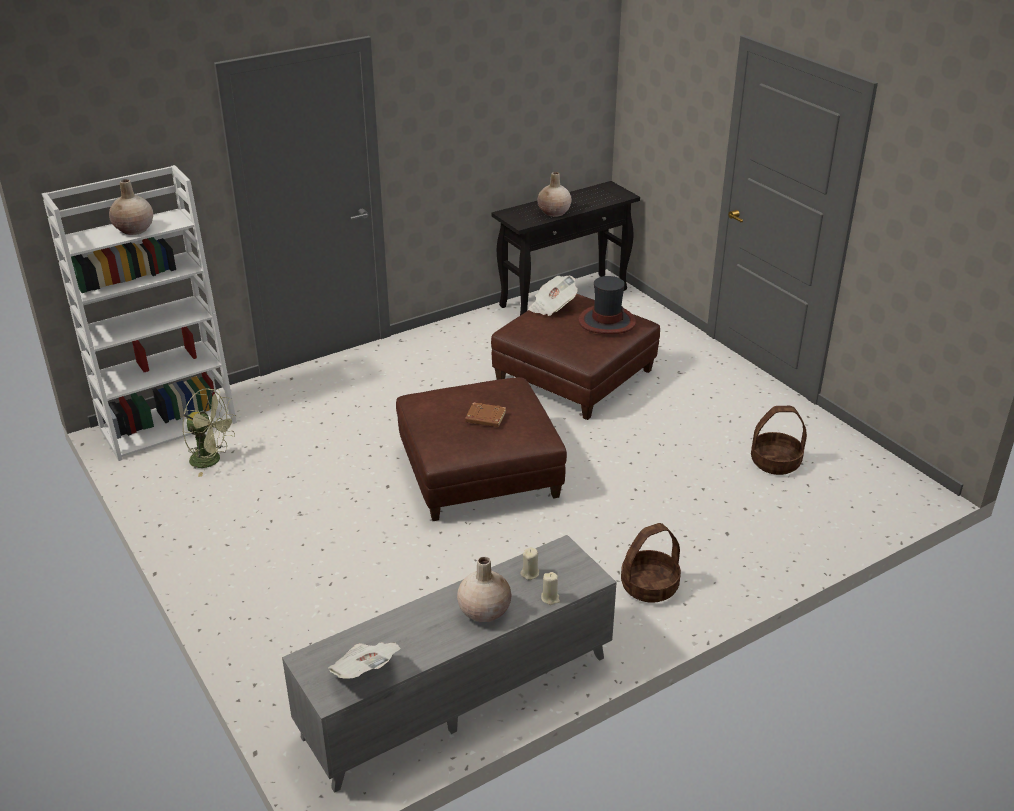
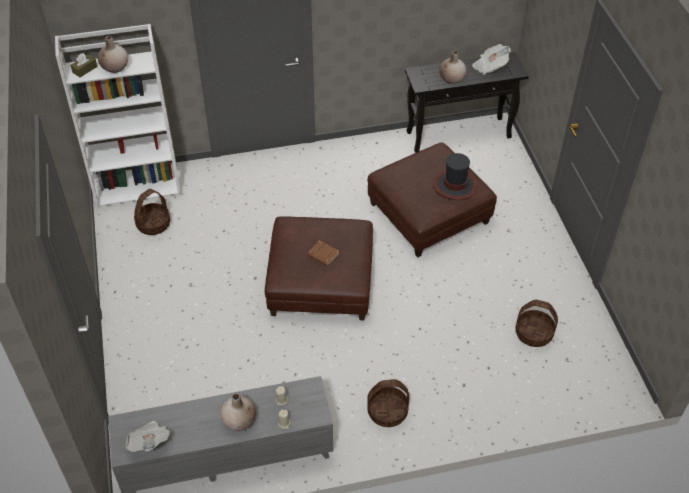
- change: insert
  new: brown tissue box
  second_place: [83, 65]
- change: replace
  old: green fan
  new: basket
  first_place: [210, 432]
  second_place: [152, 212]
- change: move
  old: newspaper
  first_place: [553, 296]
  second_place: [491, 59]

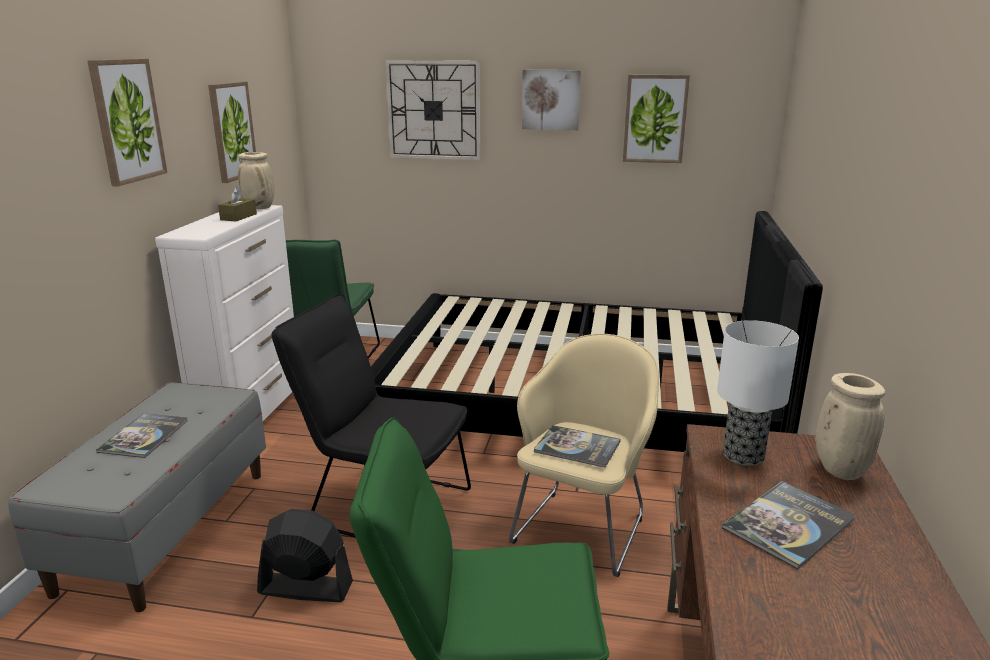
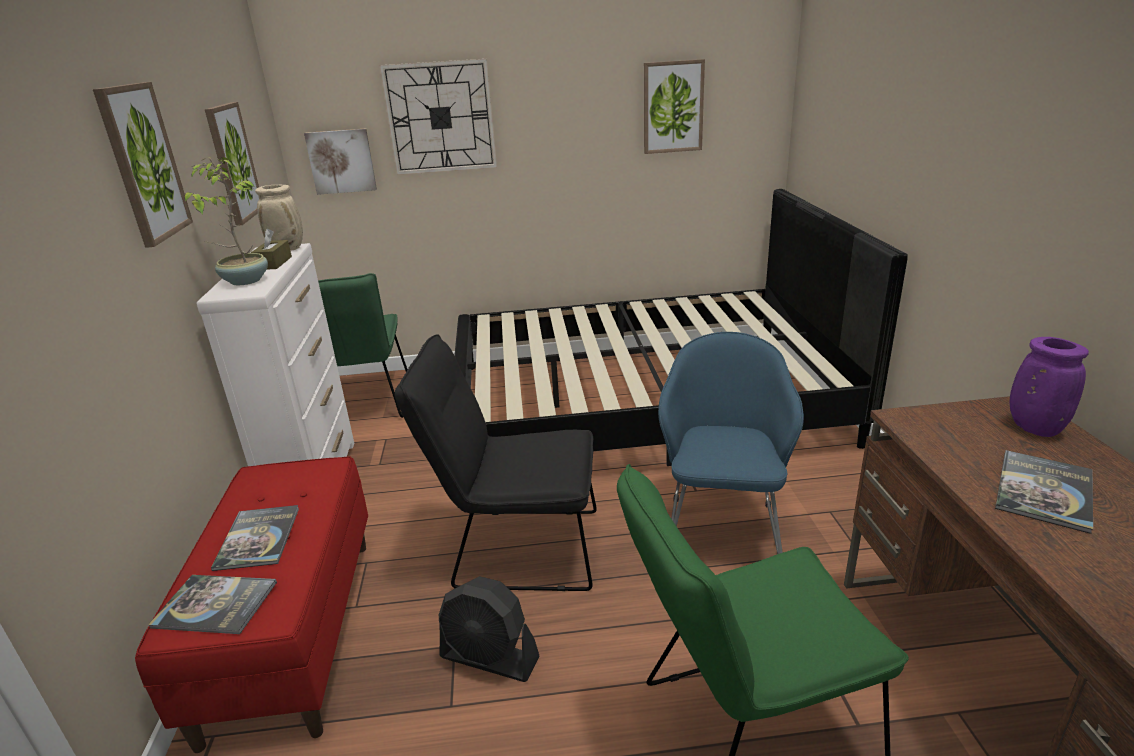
- change: recolor
  old: grey bench
  new: red bench
  first_place: [137, 497]
  second_place: [251, 604]
- change: move
  old: book
  first_place: [577, 446]
  second_place: [212, 604]
- change: insert
  new: potted plant
  second_place: [226, 221]
- change: move
  old: picture
  first_place: [551, 100]
  second_place: [340, 162]
- change: rotate
  old: black fan
  first_place: [305, 555]
  second_place: [489, 629]
  degrees: -150
- change: recolor
  old: beige armchair
  new: blue armchair
  first_place: [584, 455]
  second_place: [731, 443]
- change: recolor
  old: beige vase
  new: purple vase
  first_place: [850, 426]
  second_place: [1049, 387]
- change: delete
  old: table lamp
  first_place: [758, 393]

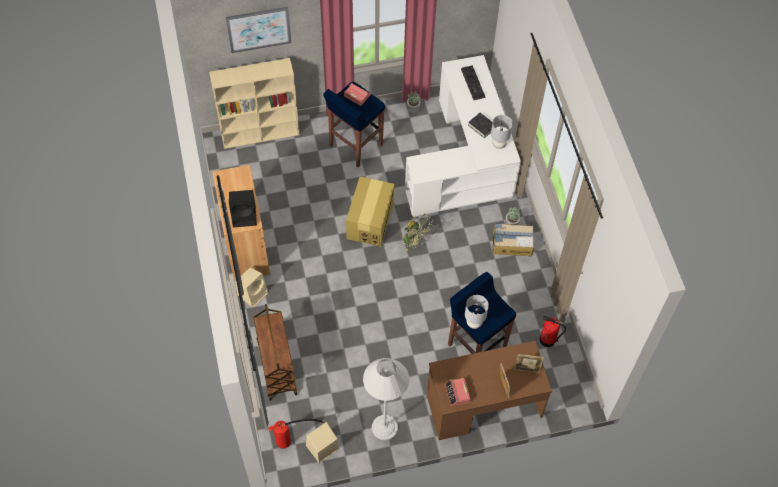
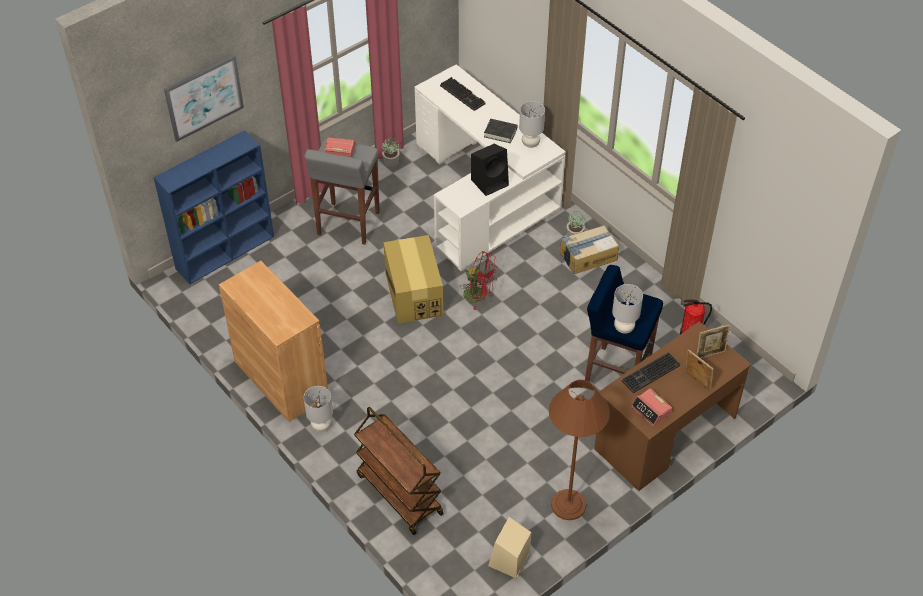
- change: recolor
  old: beige bookcase
  new: blue bookcase
  first_place: [254, 103]
  second_place: [213, 207]
- change: replace
  old: beige speaker
  new: grey table lamp
  first_place: [251, 287]
  second_place: [318, 409]
- change: recolor
  old: blue stool
  new: grey stool
  first_place: [354, 124]
  second_place: [342, 192]
- change: recolor
  old: green fan
  new: red fan
  first_place: [418, 232]
  second_place: [478, 280]
- change: move
  old: black speaker
  first_place: [243, 208]
  second_place: [490, 170]
- change: recolor
  old: white floor lamp
  new: brown floor lamp
  first_place: [386, 399]
  second_place: [579, 450]
- change: insert
  new: keyboard
  second_place: [651, 372]
- change: delete
  old: fire extinguisher
  first_place: [296, 434]

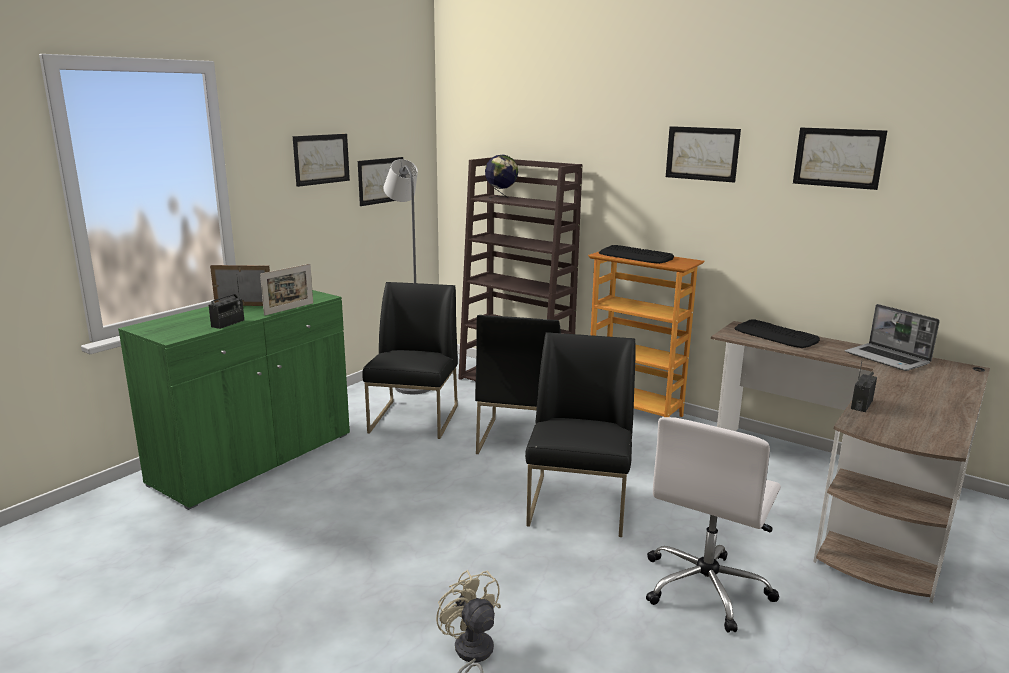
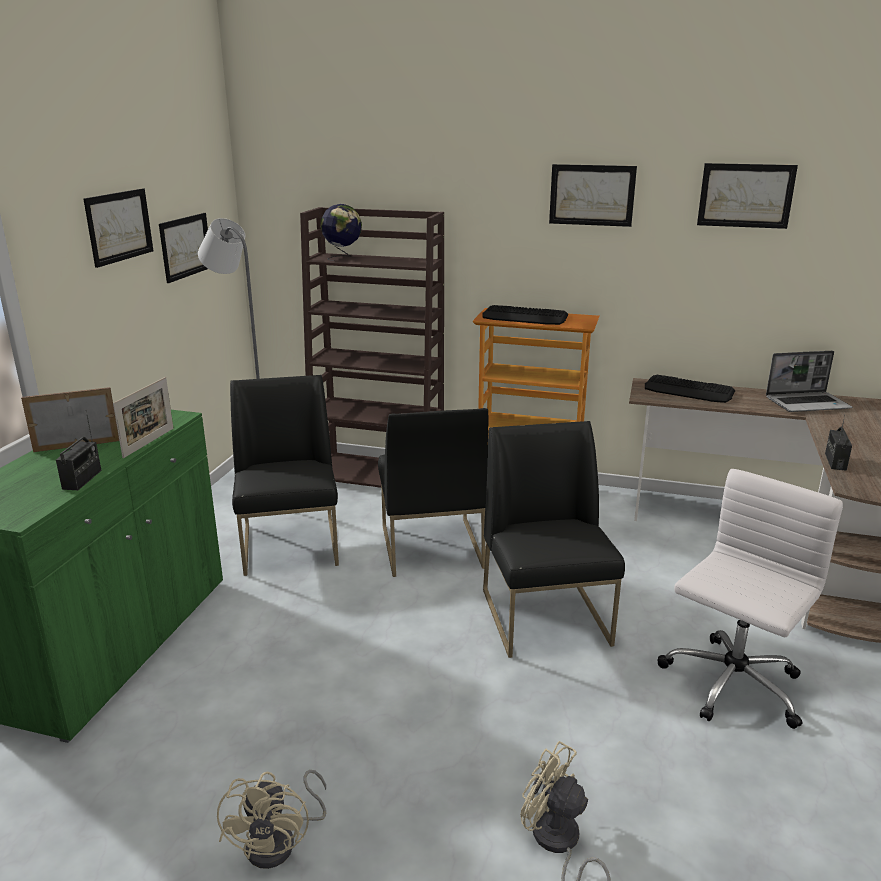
- change: insert
  new: beige fan
  second_place: [271, 819]
- change: rotate
  old: white office chair
  first_place: [713, 525]
  second_place: [750, 599]
  degrees: -150
- change: rotate
  old: laptop
  first_place: [892, 337]
  second_place: [809, 381]
  degrees: -45

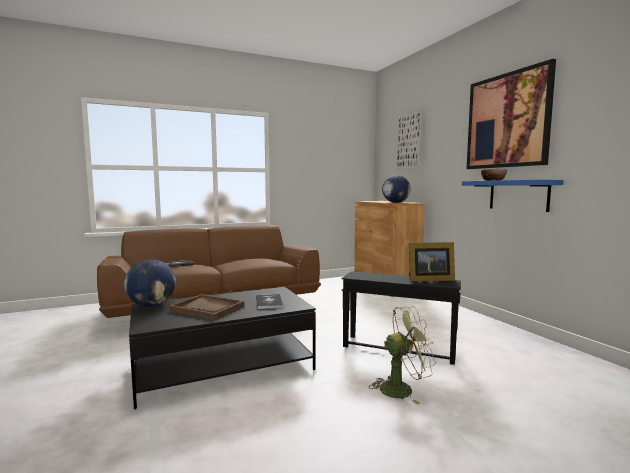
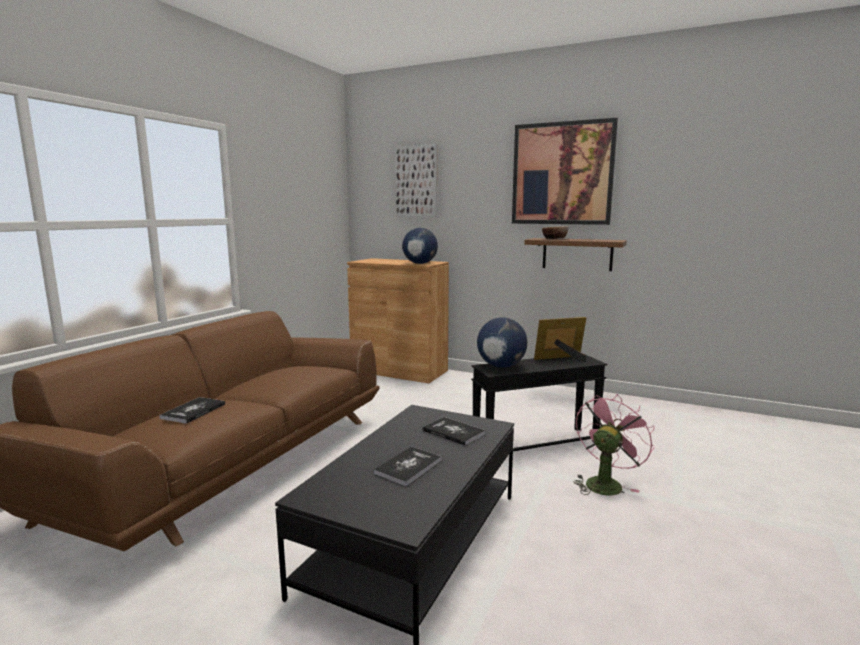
- change: replace
  old: brown tray
  new: book
  first_place: [206, 307]
  second_place: [407, 466]
- change: move
  old: globe
  first_place: [150, 283]
  second_place: [502, 342]
- change: recolor
  old: blue shelf
  new: brown shelf
  first_place: [513, 196]
  second_place: [575, 254]
- change: rotate
  old: picture frame
  first_place: [432, 262]
  second_place: [560, 339]
  degrees: -150
- change: recolor
  old: green fan
  new: pink fan
  first_place: [402, 355]
  second_place: [614, 445]

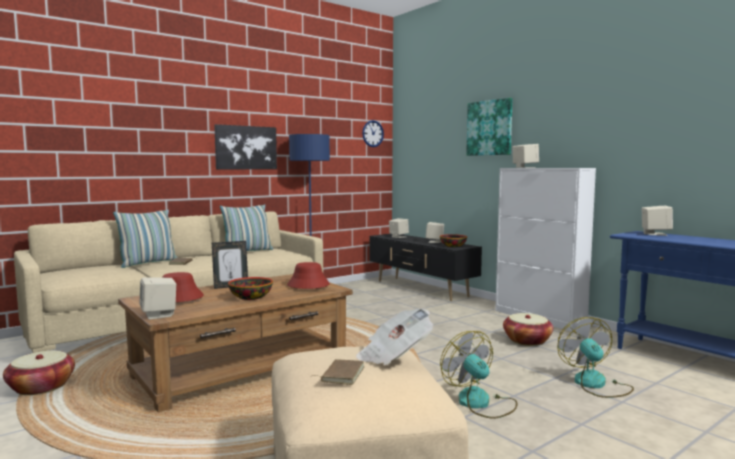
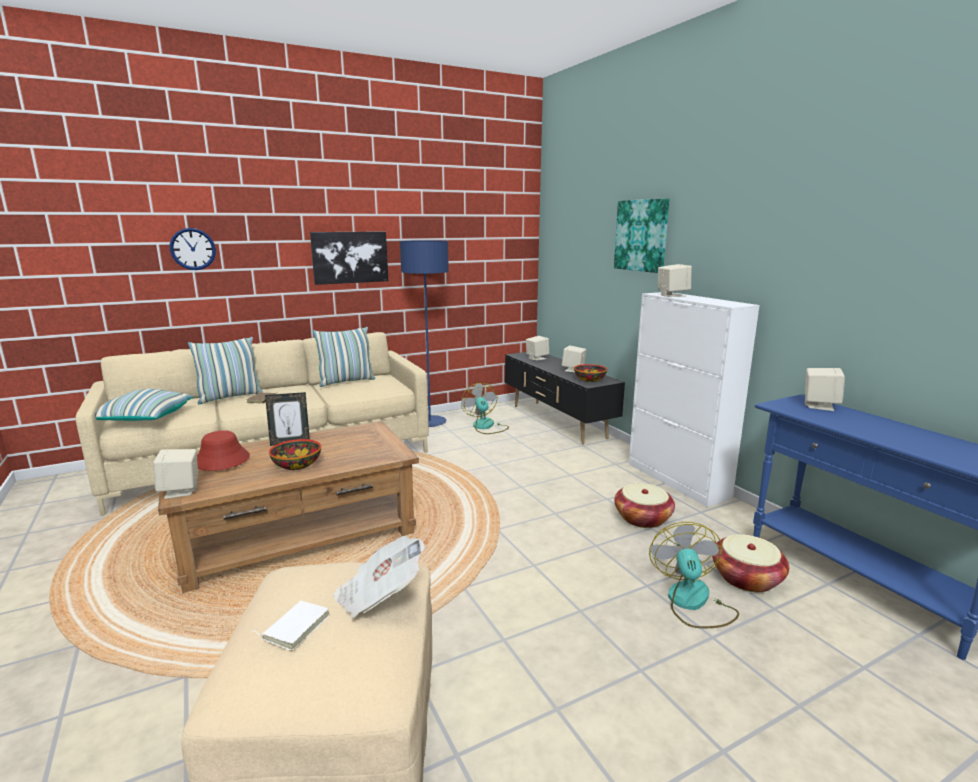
- change: insert
  new: pillow
  second_place: [144, 405]
- change: move
  old: wall clock
  first_place: [373, 133]
  second_place: [193, 249]
- change: recolor
  old: brown book
  new: white book
  first_place: [338, 372]
  second_place: [291, 626]
- change: move
  old: fan
  first_place: [479, 375]
  second_place: [485, 408]
- change: move
  old: basket
  first_place: [39, 373]
  second_place: [750, 563]
- change: delete
  old: red hat
  first_place: [308, 275]

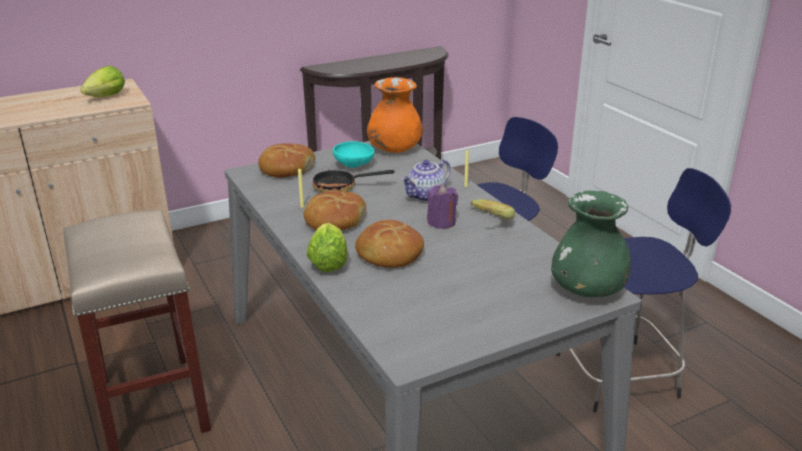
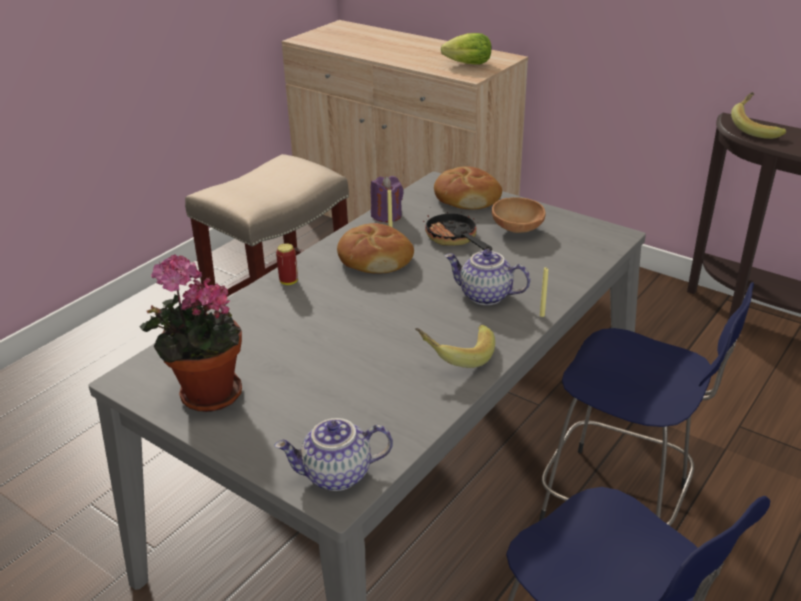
- change: insert
  new: potted plant
  second_place: [191, 333]
- change: replace
  old: green vase
  new: teapot
  first_place: [591, 244]
  second_place: [333, 454]
- change: replace
  old: lettuce
  new: can
  first_place: [327, 247]
  second_place: [287, 264]
- change: move
  old: purple candle
  first_place: [442, 207]
  second_place: [387, 199]
- change: recolor
  old: turquoise bowl
  new: brown bowl
  first_place: [354, 154]
  second_place: [519, 215]
- change: insert
  new: banana
  second_place: [758, 115]
- change: delete
  old: bread
  first_place: [389, 244]
- change: delete
  old: orange vase
  first_place: [395, 115]

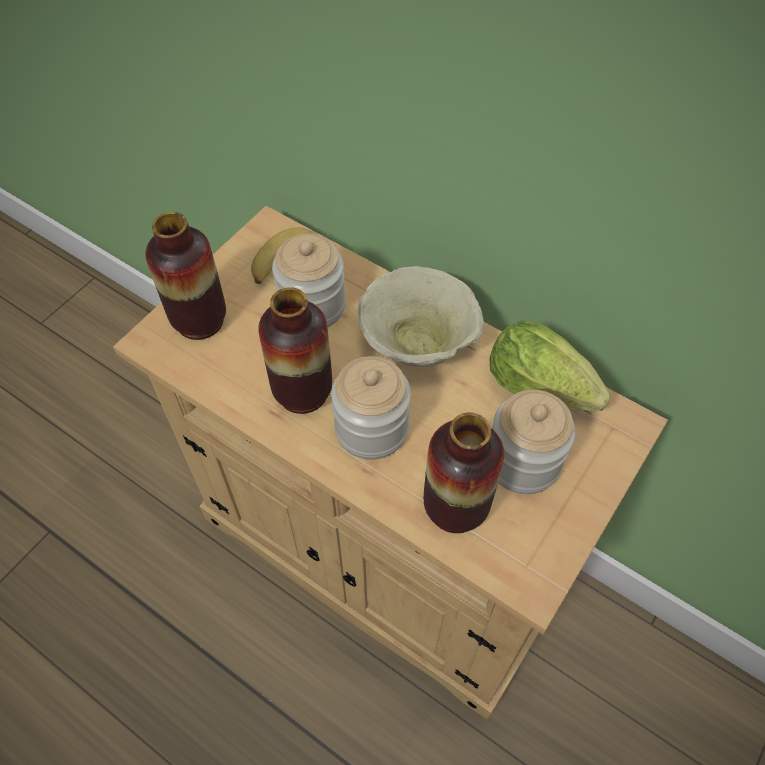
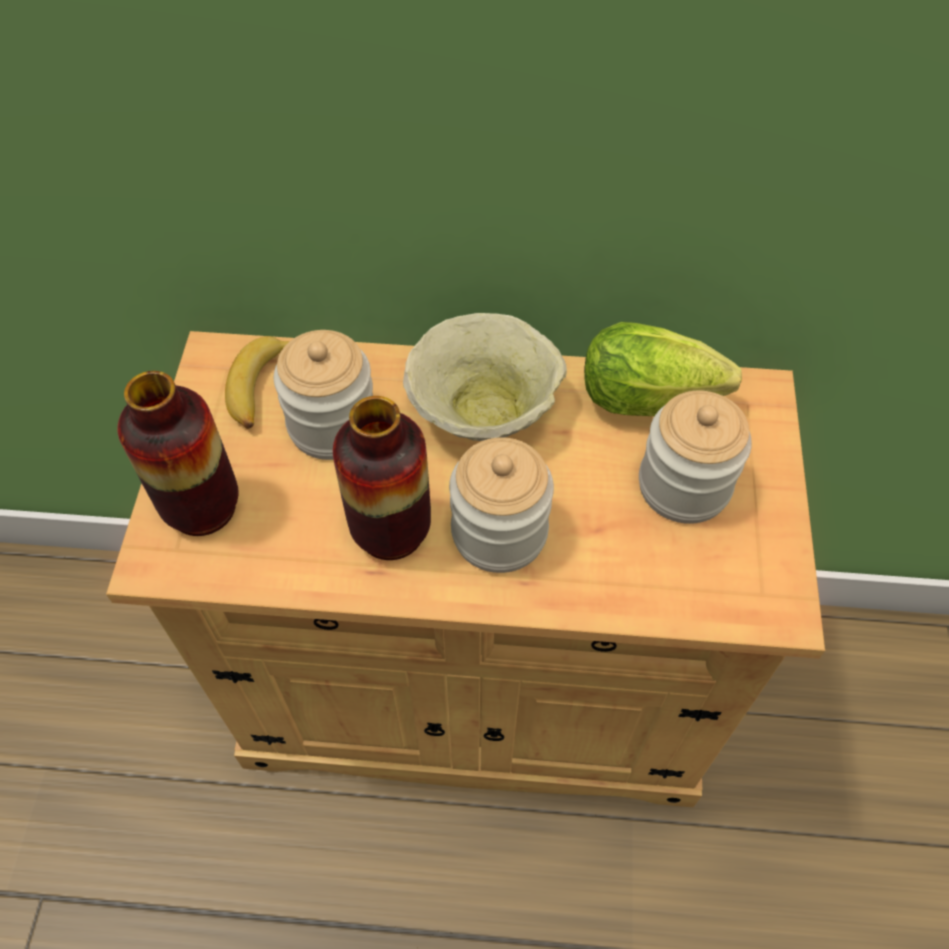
- change: delete
  old: vase
  first_place: [464, 472]

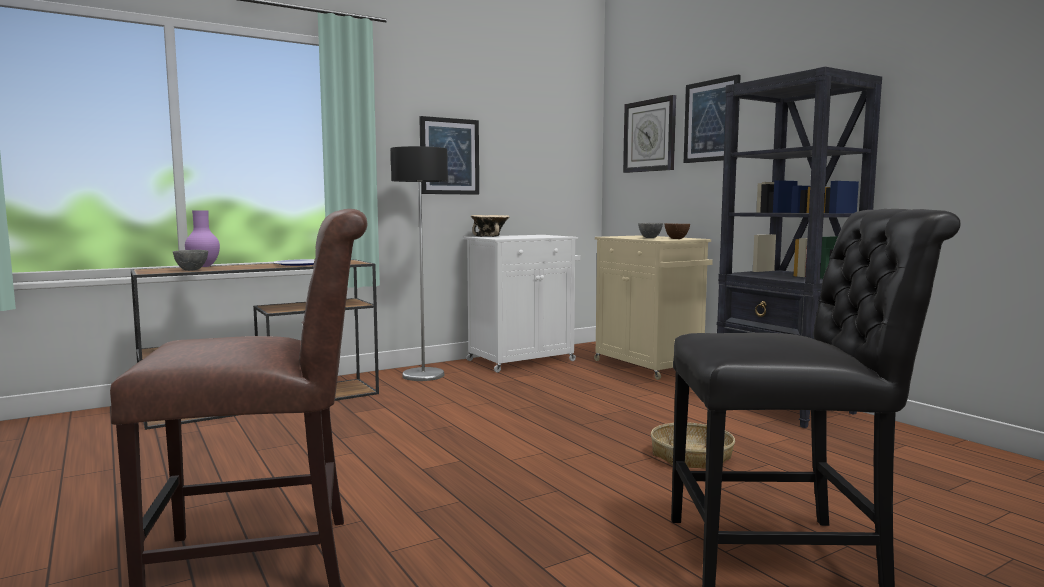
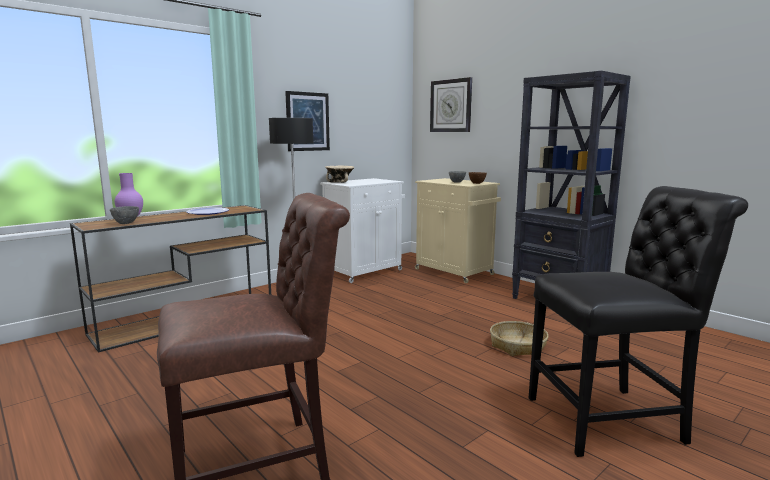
- change: delete
  old: picture
  first_place: [712, 119]

